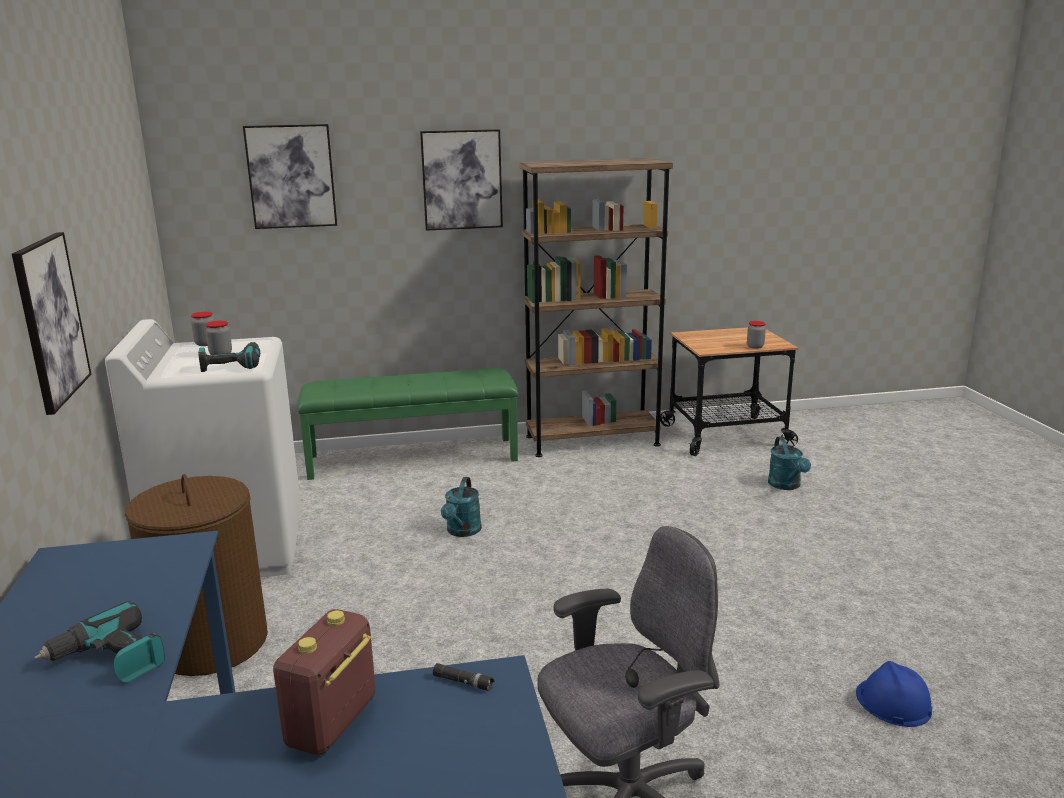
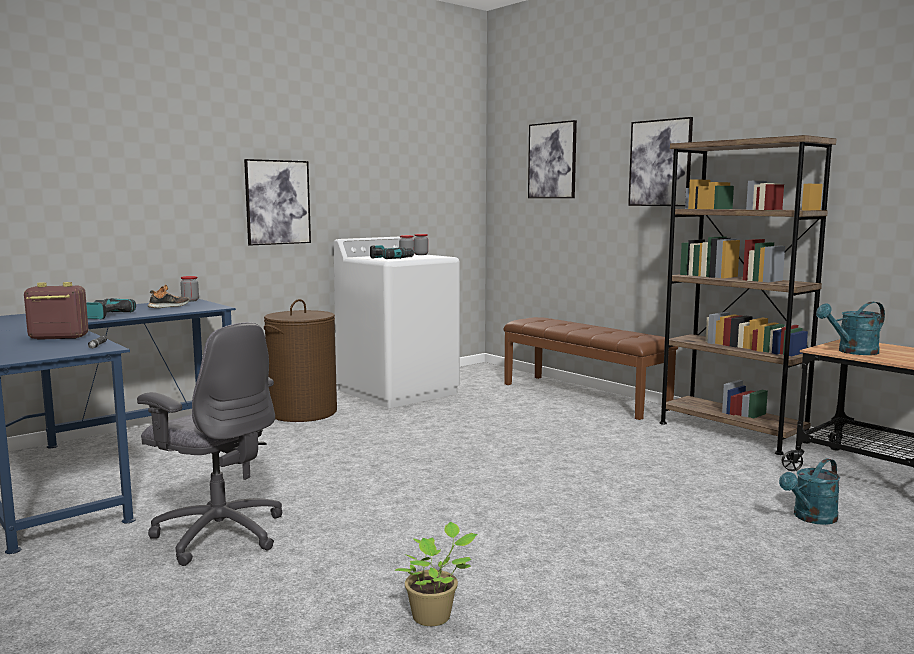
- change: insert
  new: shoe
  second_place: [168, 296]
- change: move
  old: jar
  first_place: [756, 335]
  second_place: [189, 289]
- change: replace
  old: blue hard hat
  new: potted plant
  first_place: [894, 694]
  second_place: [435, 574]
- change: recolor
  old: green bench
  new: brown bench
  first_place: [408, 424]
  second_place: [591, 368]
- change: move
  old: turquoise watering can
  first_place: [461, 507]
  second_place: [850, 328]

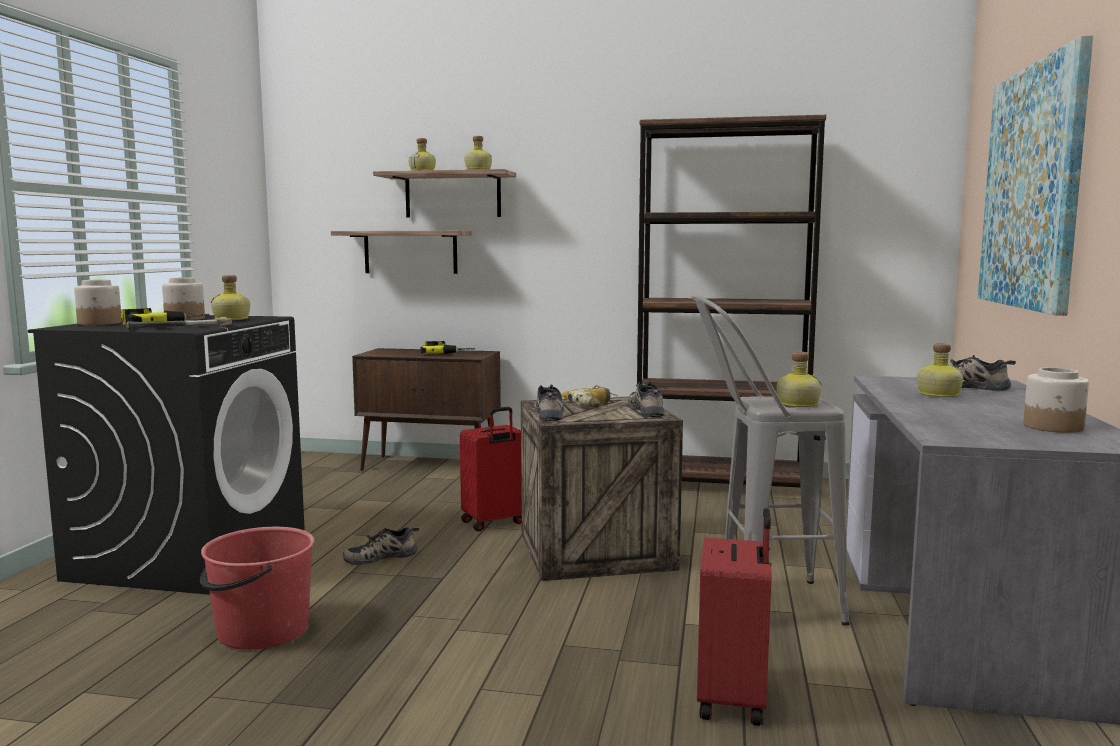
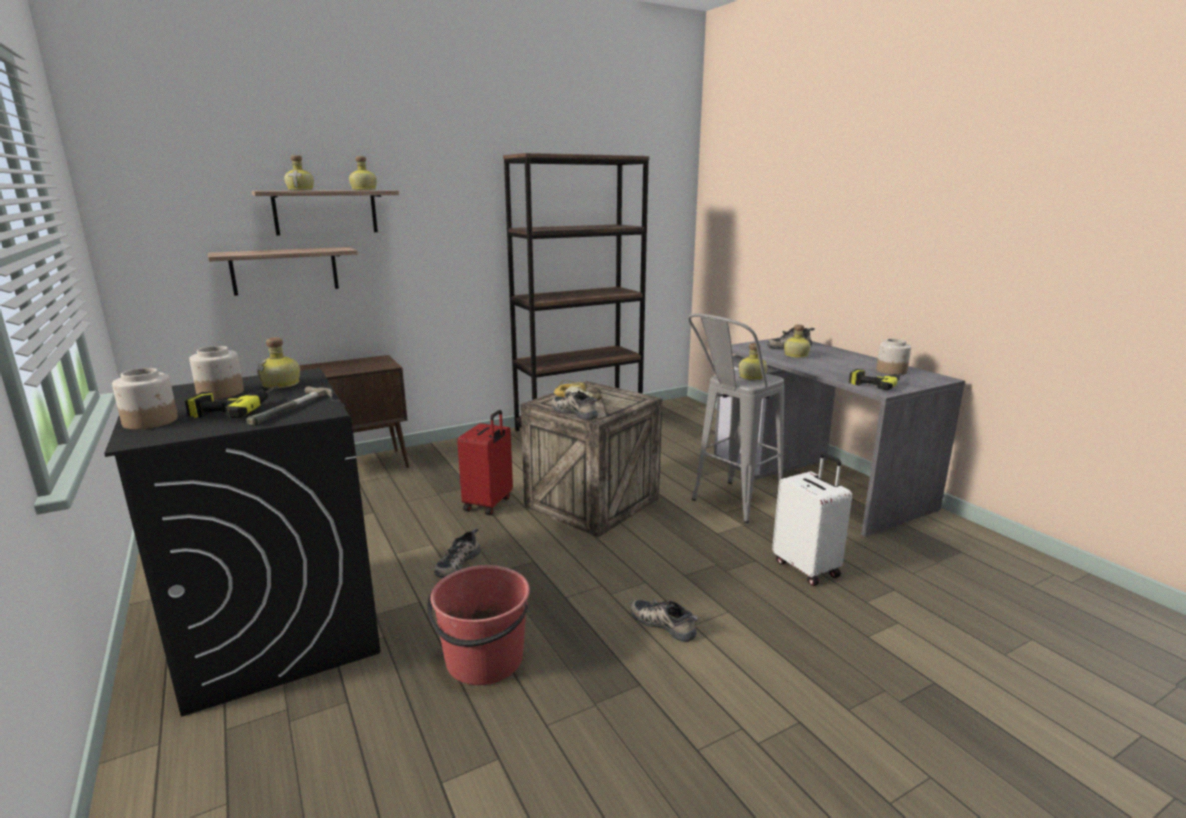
- change: move
  old: shoe
  first_place: [646, 399]
  second_place: [664, 620]
- change: recolor
  old: red suitcase
  new: white suitcase
  first_place: [734, 617]
  second_place: [812, 519]
- change: move
  old: power drill
  first_place: [447, 347]
  second_place: [876, 379]
- change: delete
  old: picture
  first_place: [1035, 175]

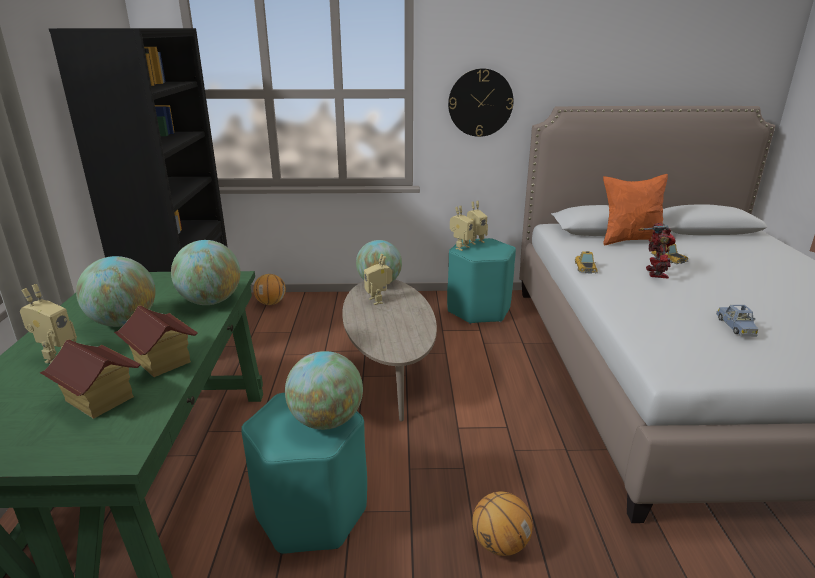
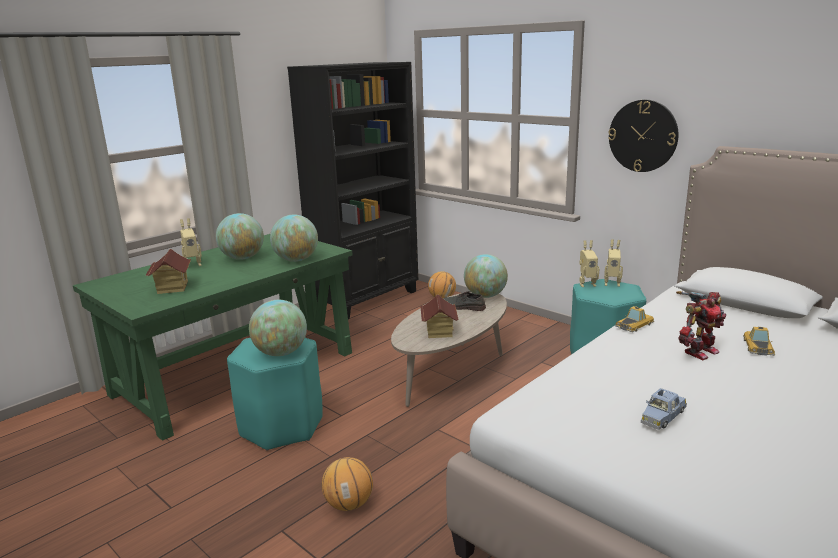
- change: move
  old: toy house
  first_place: [156, 341]
  second_place: [439, 316]
- change: replace
  old: toy robot
  new: grey shoe
  first_place: [378, 279]
  second_place: [464, 301]
- change: delete
  old: orange pillow
  first_place: [635, 209]

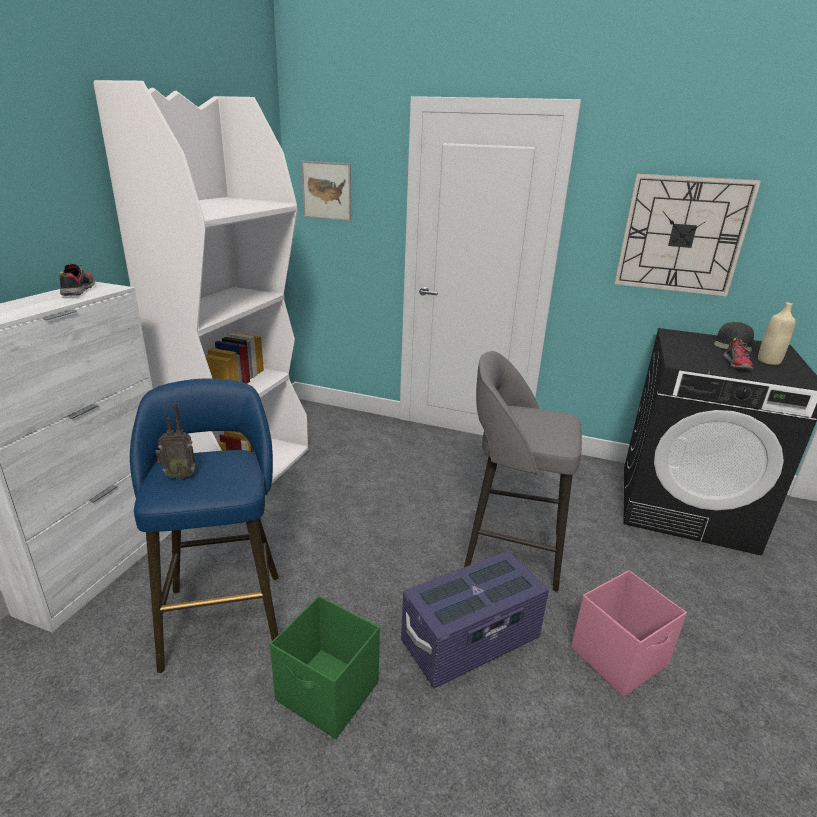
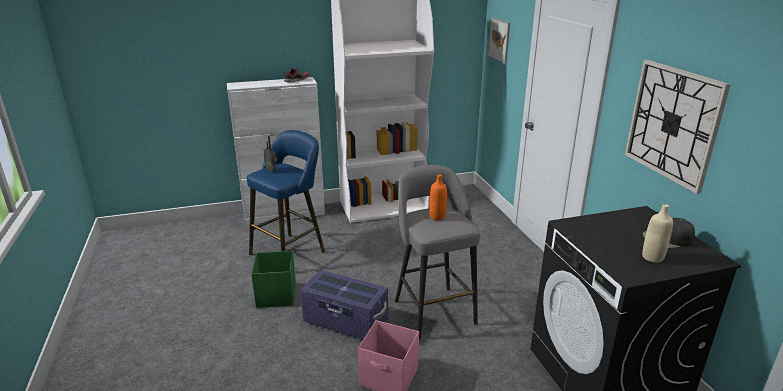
- change: insert
  new: orange bottle
  second_place: [438, 197]
- change: delete
  old: shoe
  first_place: [738, 353]

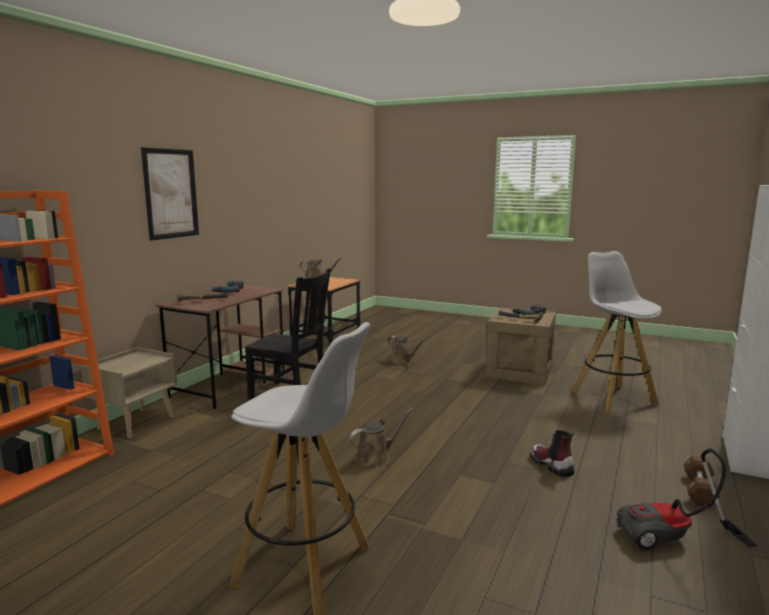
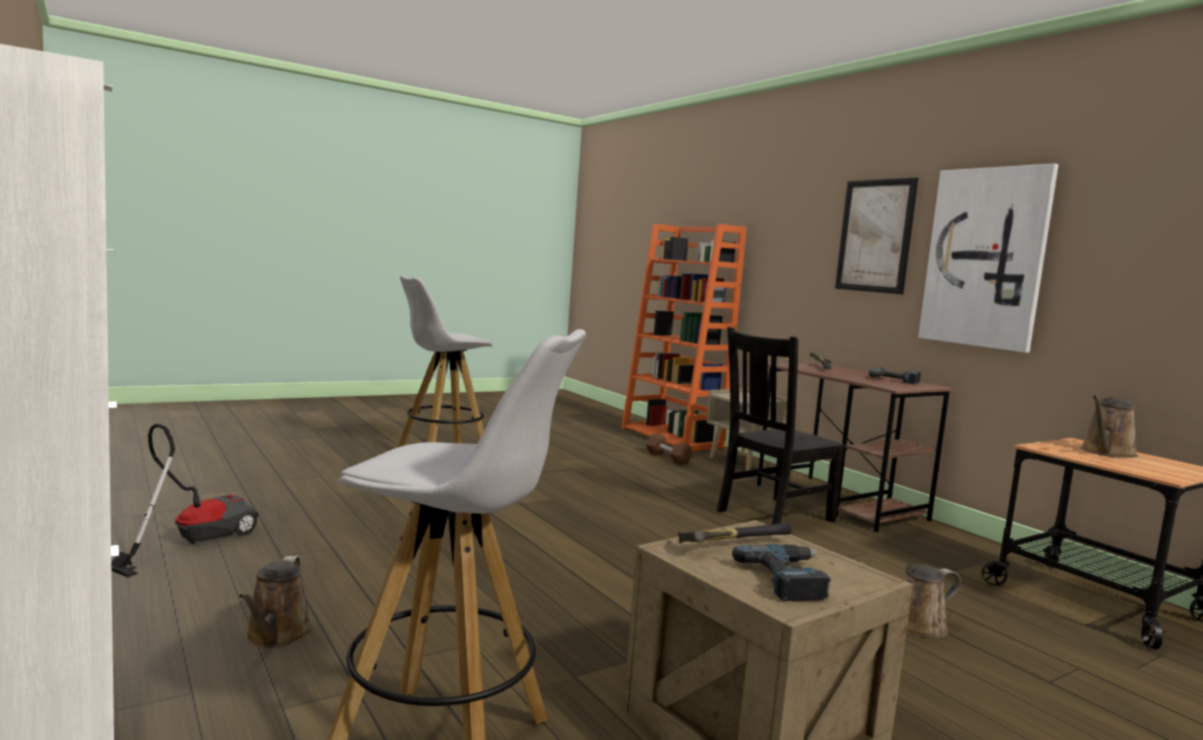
- change: move
  old: brown watering can
  first_place: [381, 437]
  second_place: [276, 602]
- change: move
  old: brown dumbbell
  first_place: [702, 481]
  second_place: [669, 449]
- change: insert
  new: picture
  second_place: [988, 258]
- change: delete
  old: boot
  first_place: [552, 453]

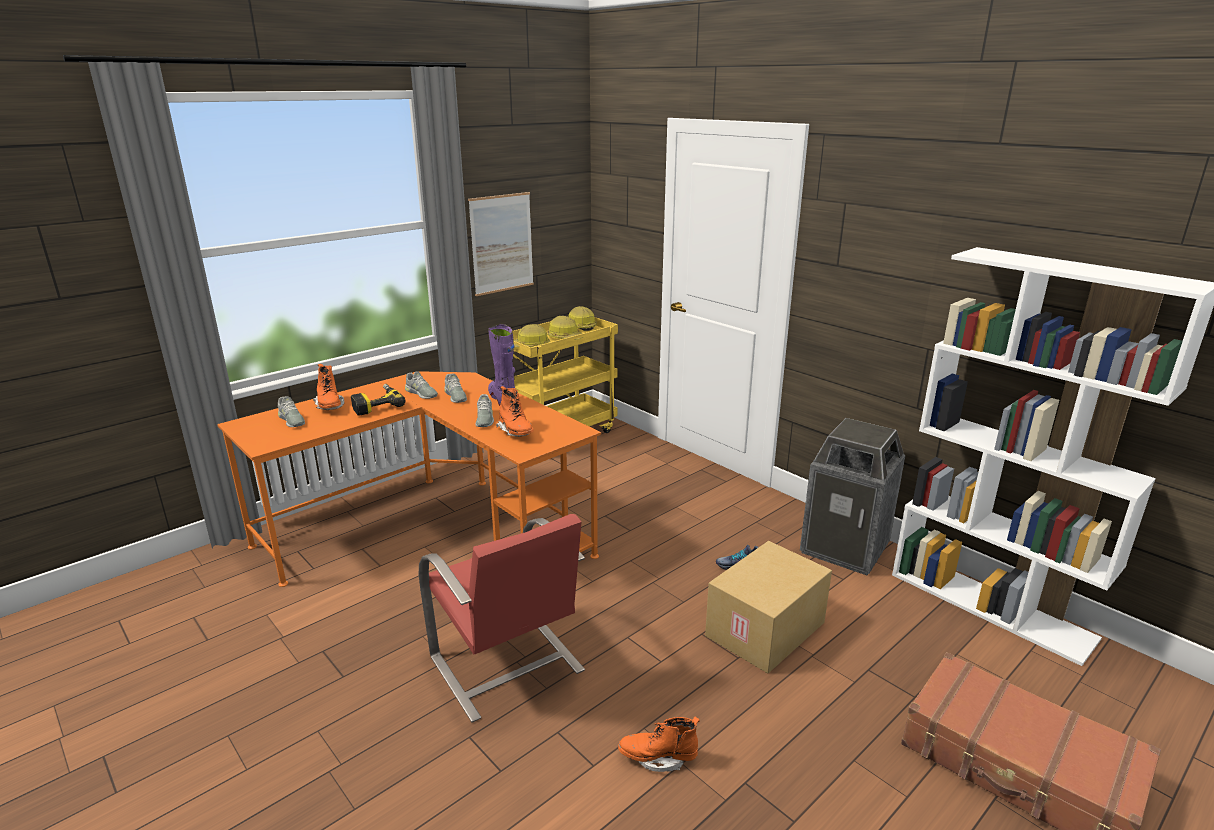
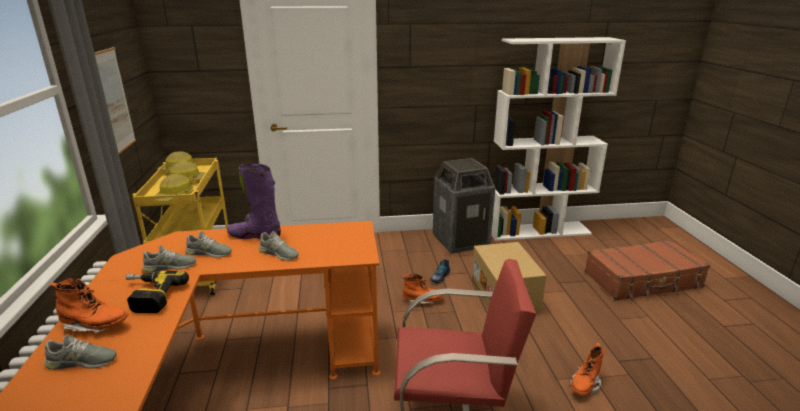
- change: move
  old: orange boot
  first_place: [515, 411]
  second_place: [424, 288]

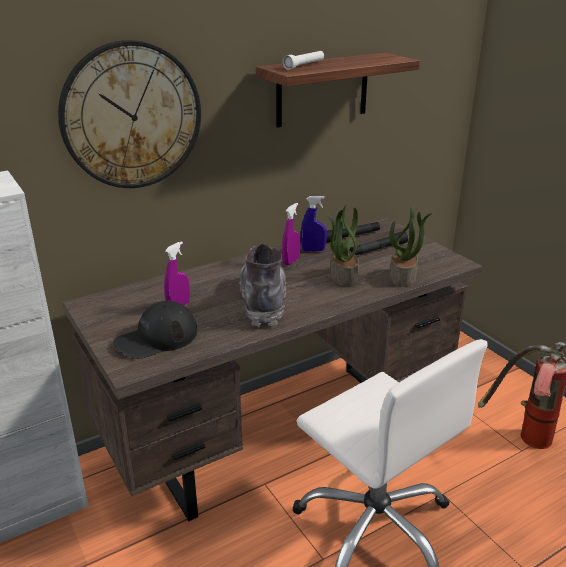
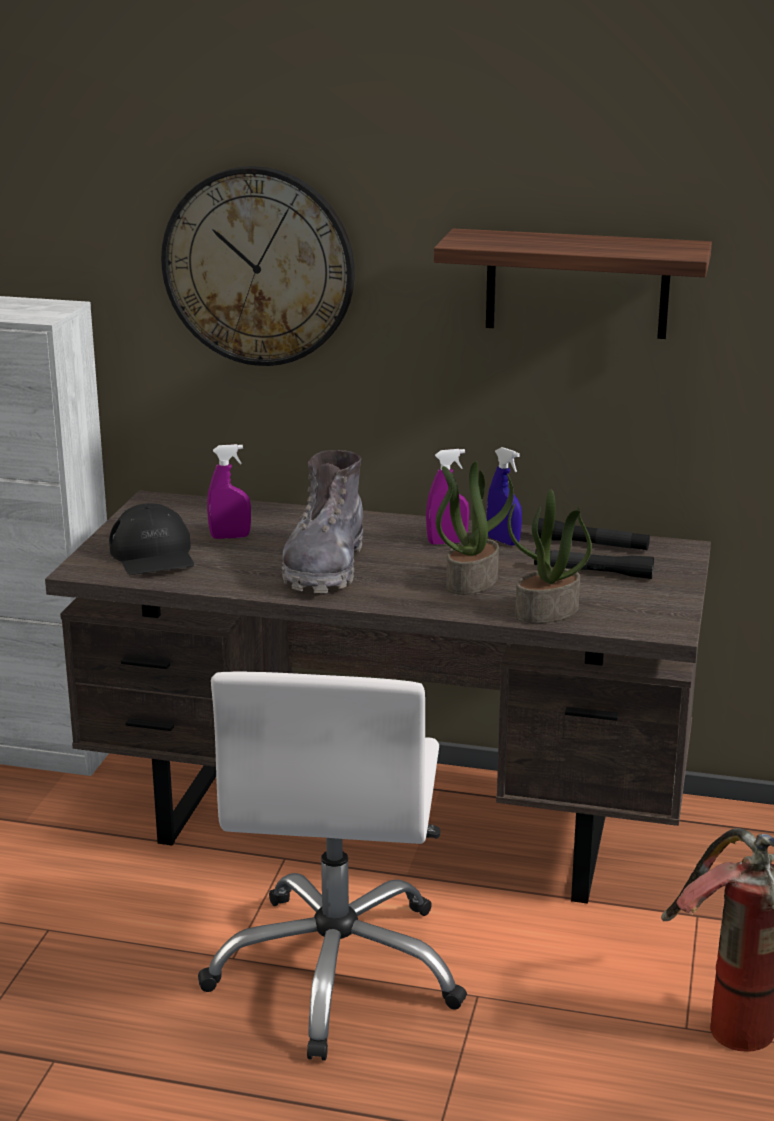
- change: rotate
  old: black cap
  first_place: [155, 330]
  second_place: [151, 539]
  degrees: -120
- change: rotate
  old: grey boot
  first_place: [263, 285]
  second_place: [322, 521]
  degrees: 150
- change: delete
  old: white flashlight
  first_place: [303, 60]

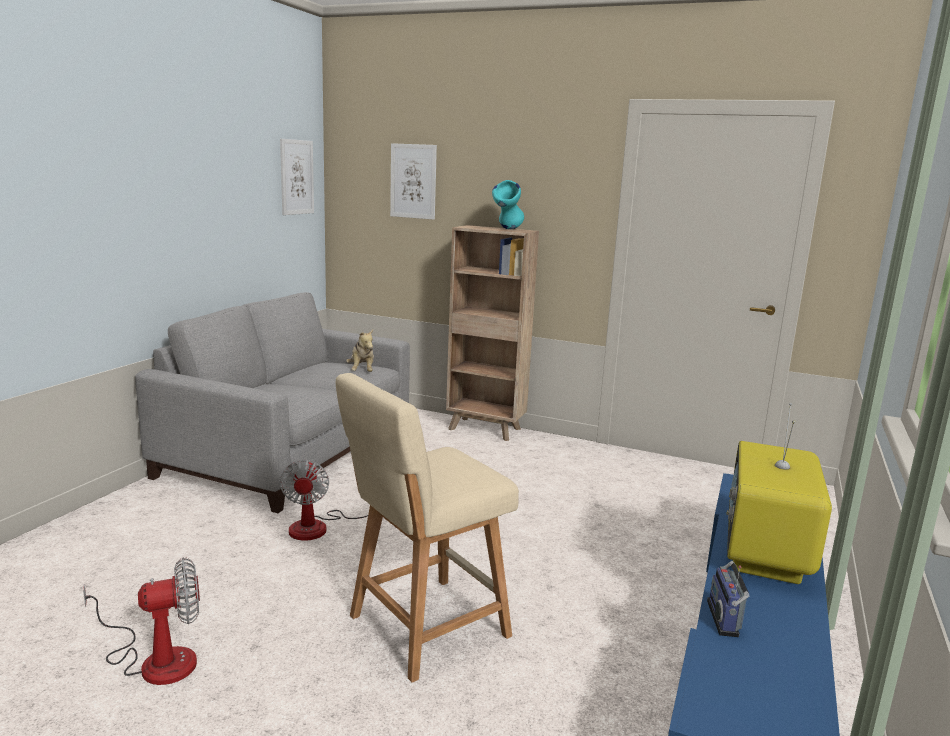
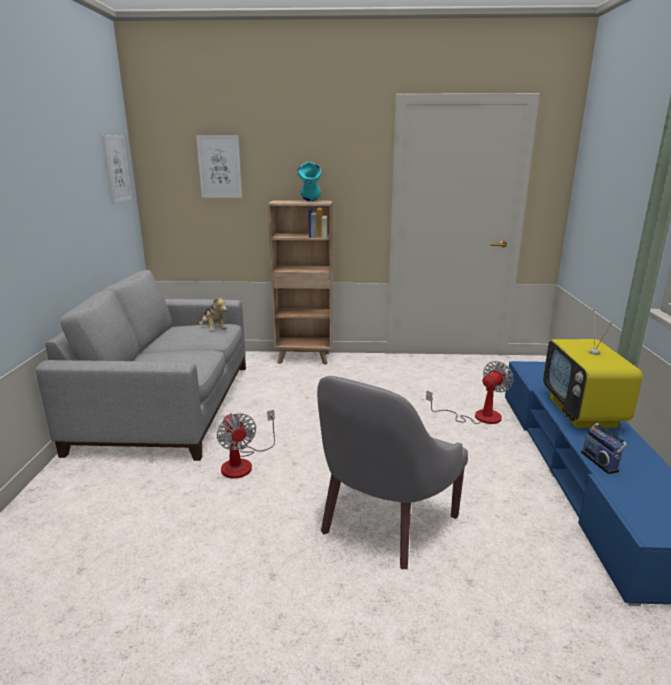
- change: replace
  old: beige stool
  new: grey armchair
  first_place: [427, 528]
  second_place: [392, 472]
- change: move
  old: fan
  first_place: [141, 621]
  second_place: [470, 392]

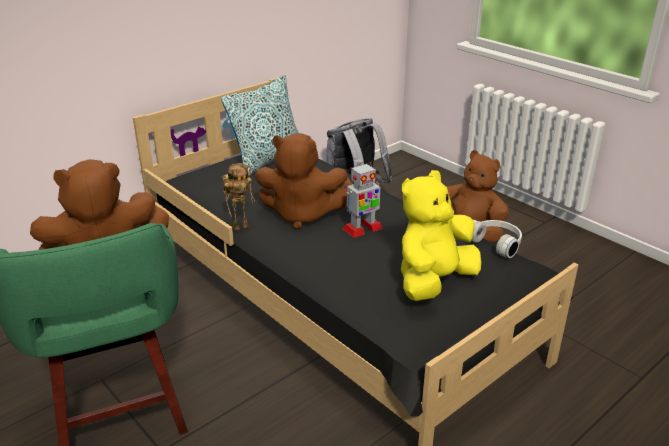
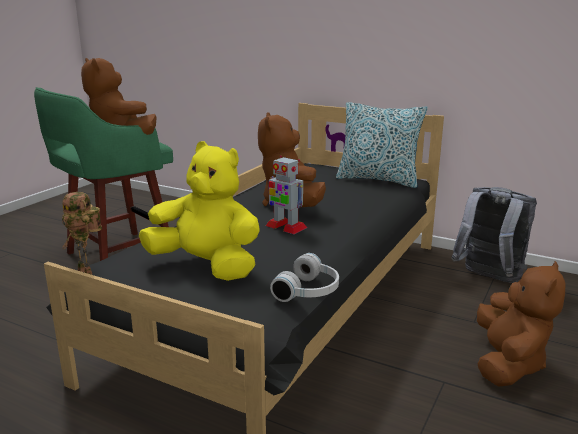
- change: move
  old: toy robot
  first_place: [238, 196]
  second_place: [82, 233]

